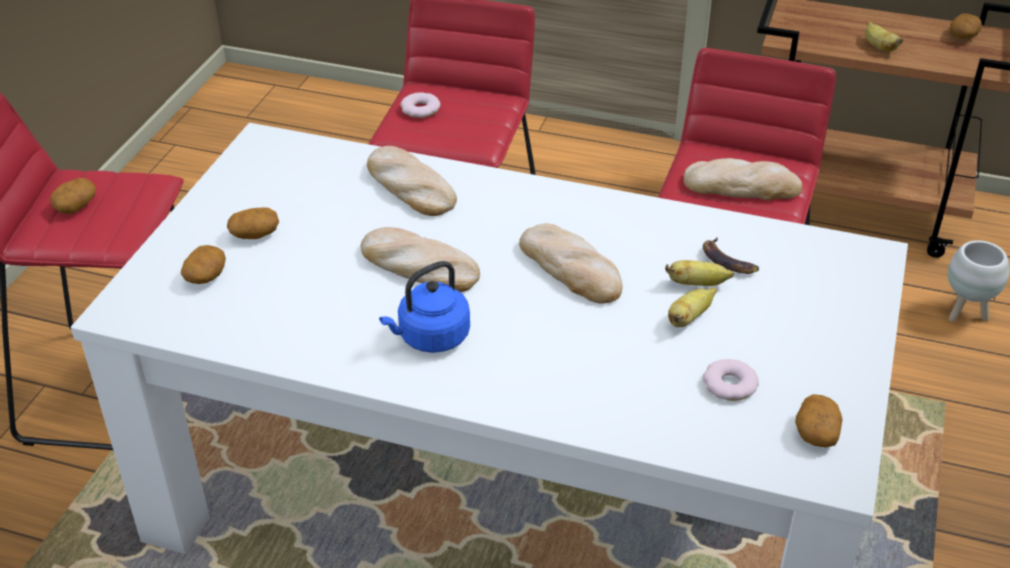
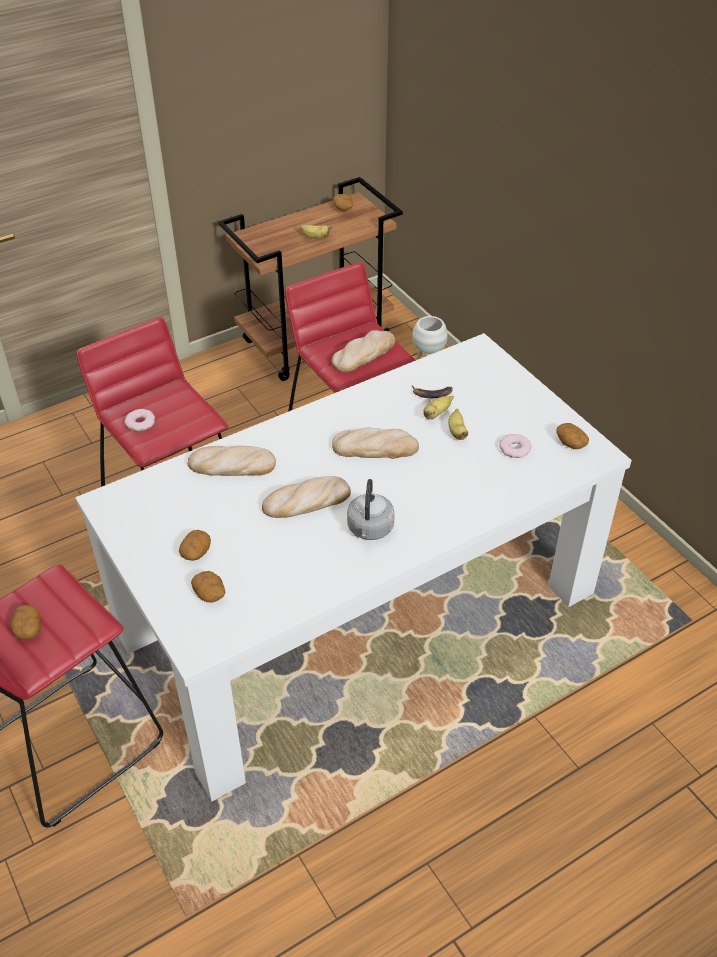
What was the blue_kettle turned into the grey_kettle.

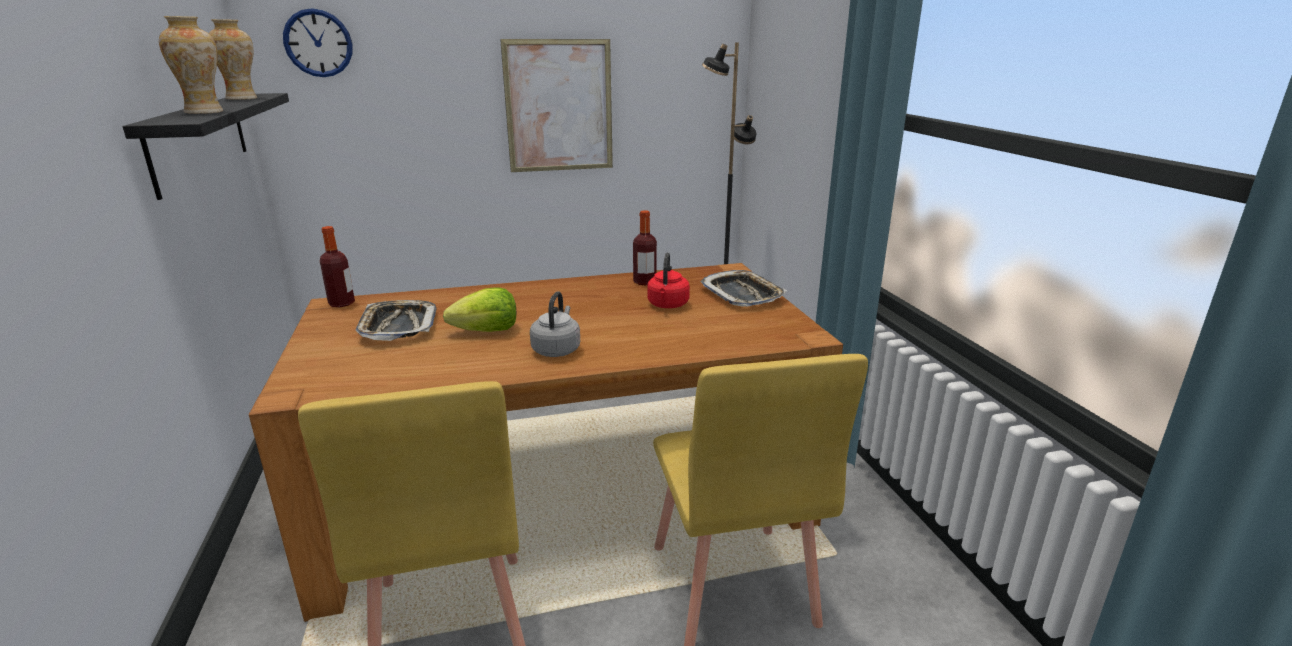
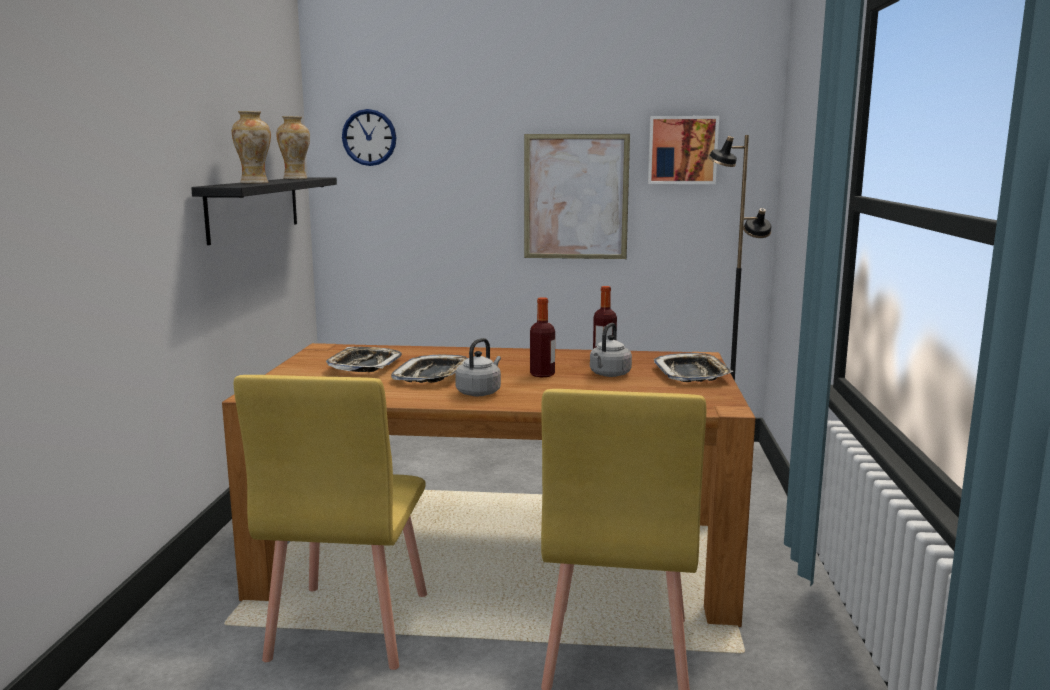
The second view gained the picture (2nd from left).
The bottle (1st from left) ended up elsewhere.
Where the lettuce stood, the tray (2nd from left) came to stand.
What was the red_kettle turned into the grey_kettle (2nd from left).

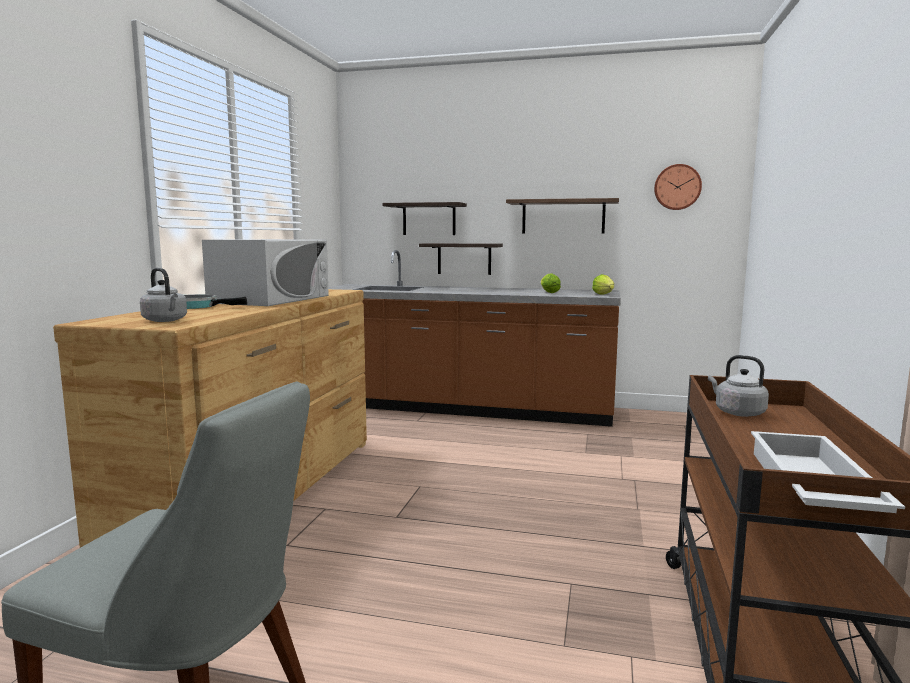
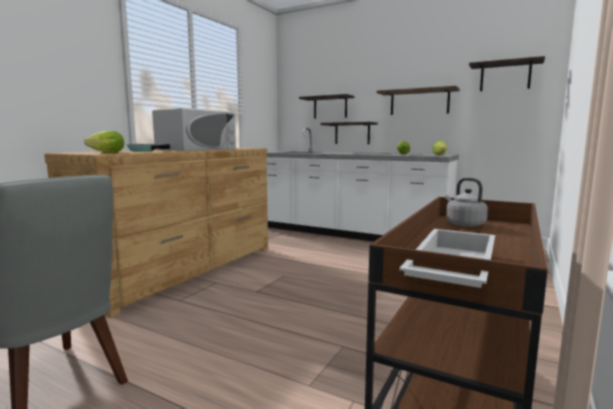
Where the grey_kettle (1st from left) stood, the lettuce (1st from left) came to stand.
Where the wall_clock hung, the shelf (4th from left) came to hang.
What was the brown_counter turned into the white_counter.

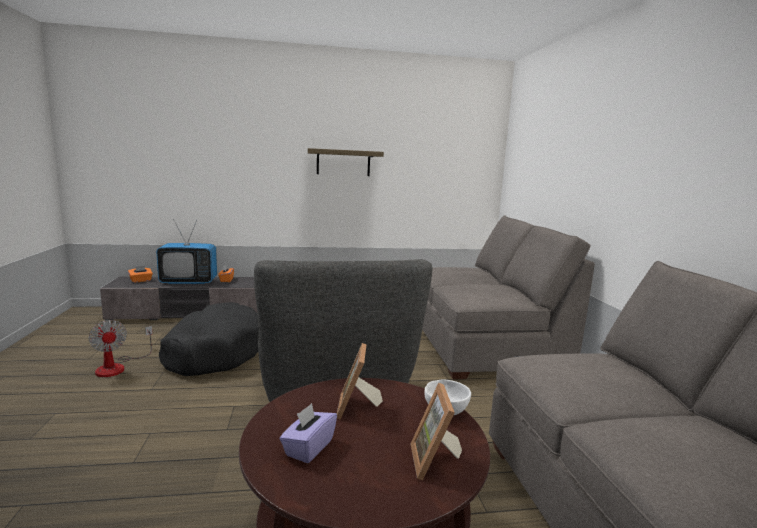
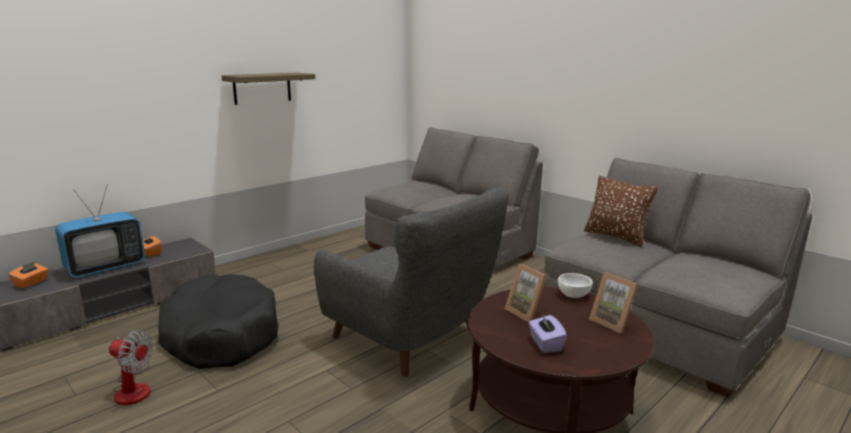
The second view gained the brown_pillow.

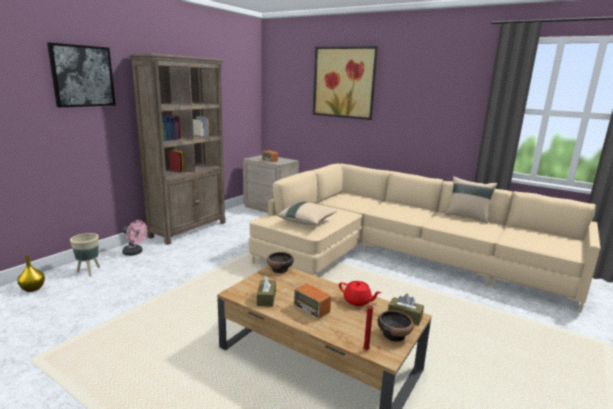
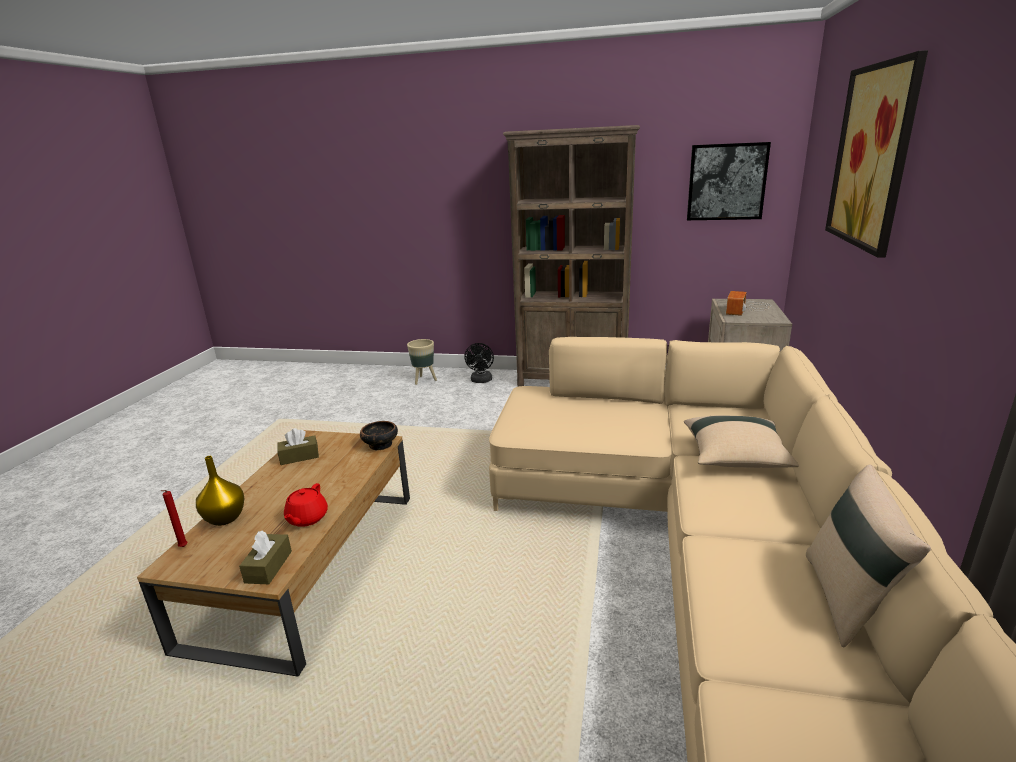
The second view lost the radio (2nd from left).
The second view lost the bowl (2nd from left).
The yellow_vase ended up elsewhere.
The picture (1st from left) ended up elsewhere.
The beige_pillow (1st from left) ended up elsewhere.
What was the pink_fan turned into the black_fan.

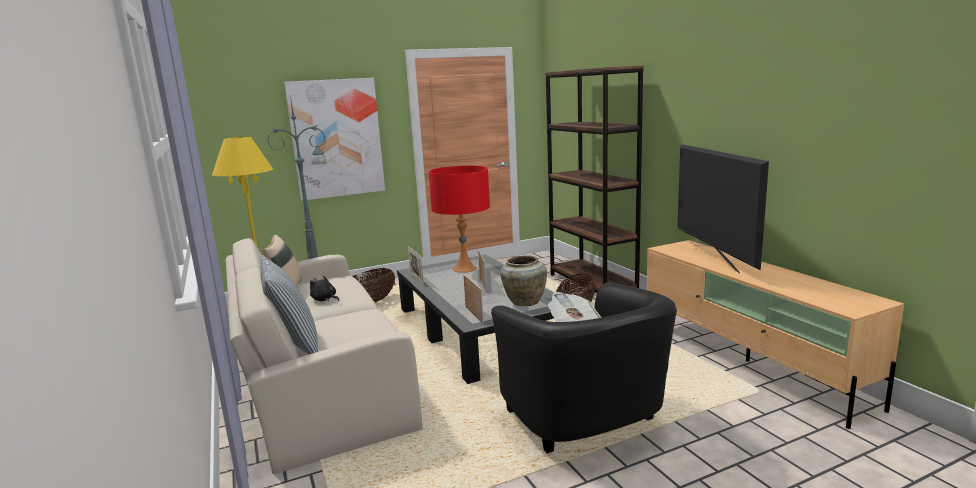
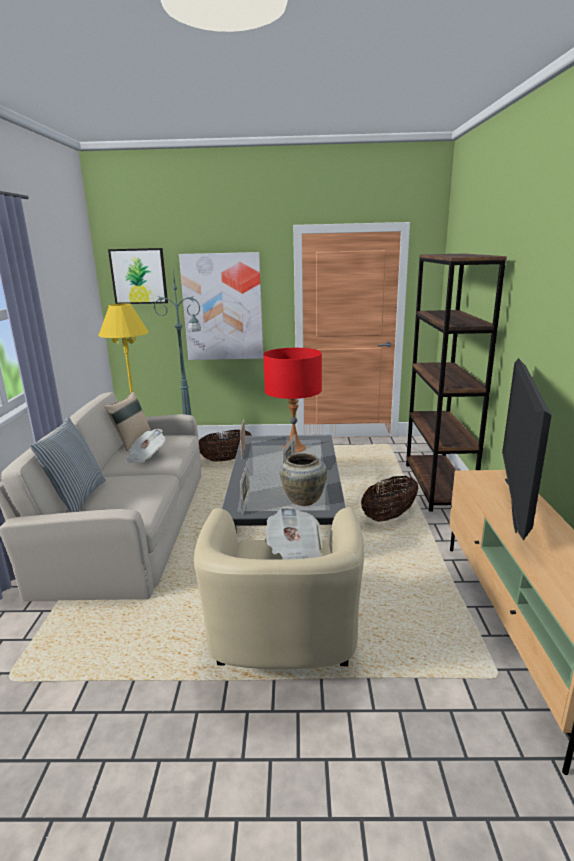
The second view gained the picture (1st from left).
Where the black_plush_toy stood, the newspaper (1st from left) came to stand.
What was the black_armchair turned into the beige_armchair.

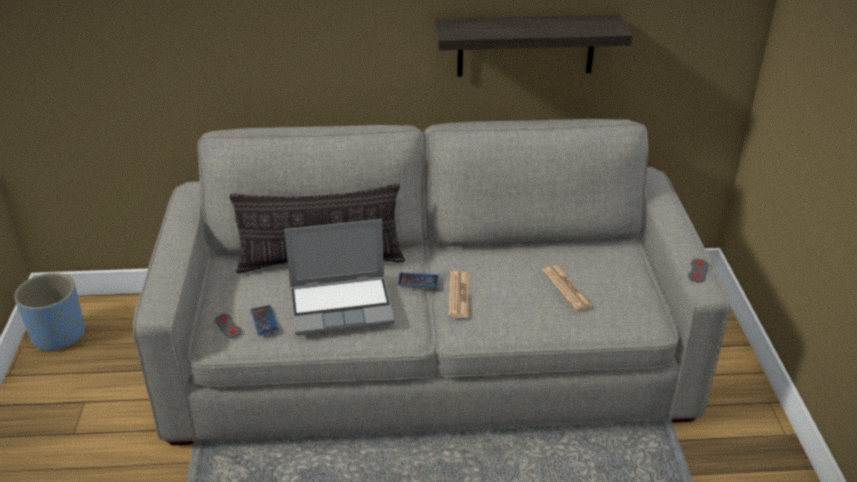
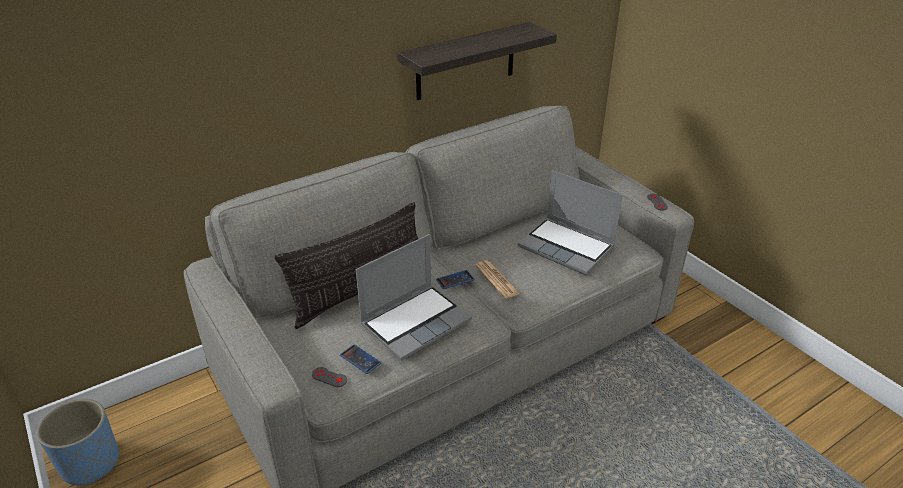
Where the newspaper (2nd from left) stood, the laptop (2nd from left) came to stand.

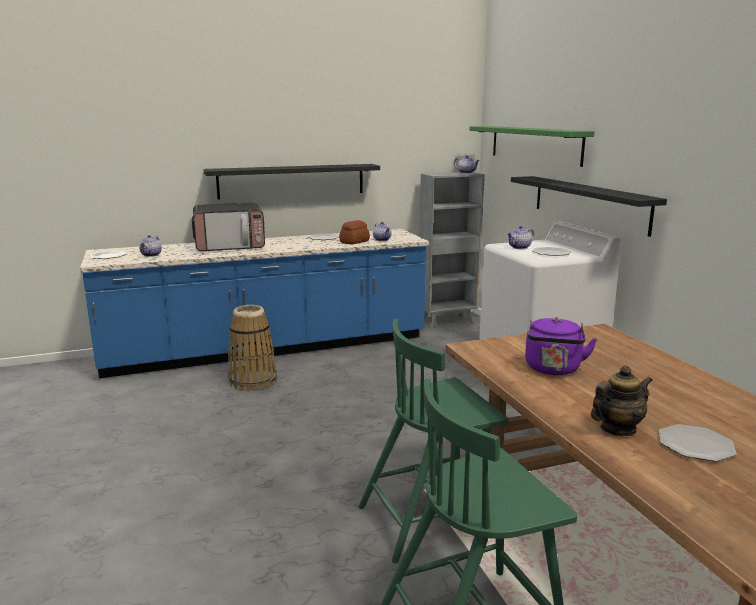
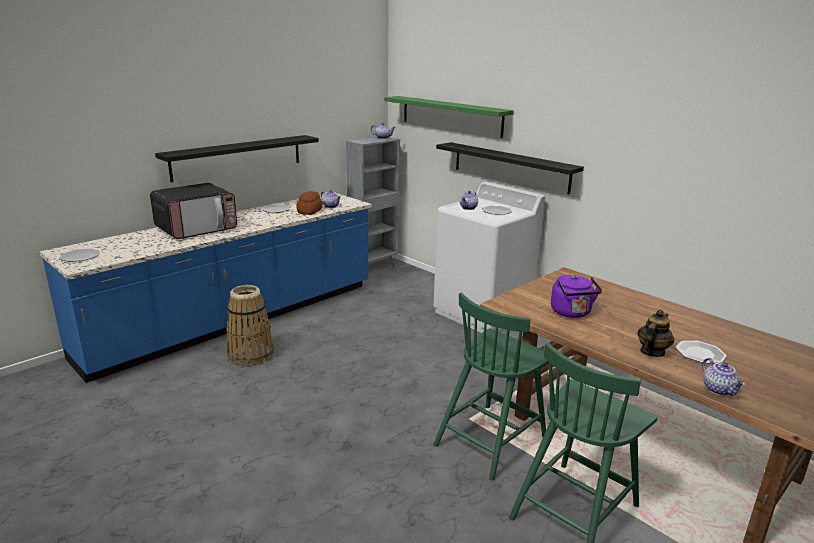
The teapot (1st from left in the first image) ended up elsewhere.

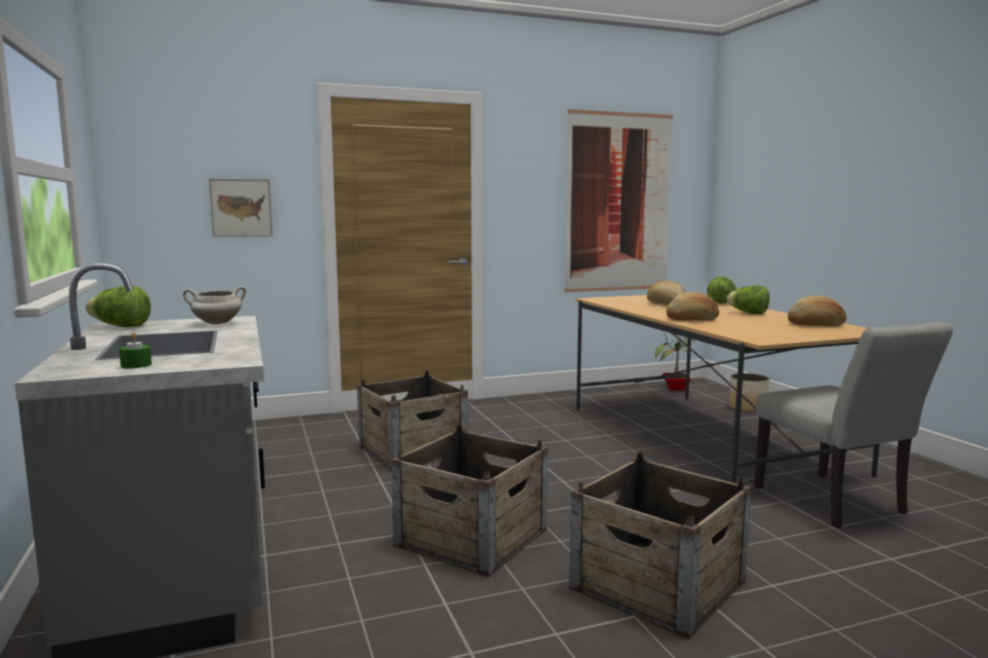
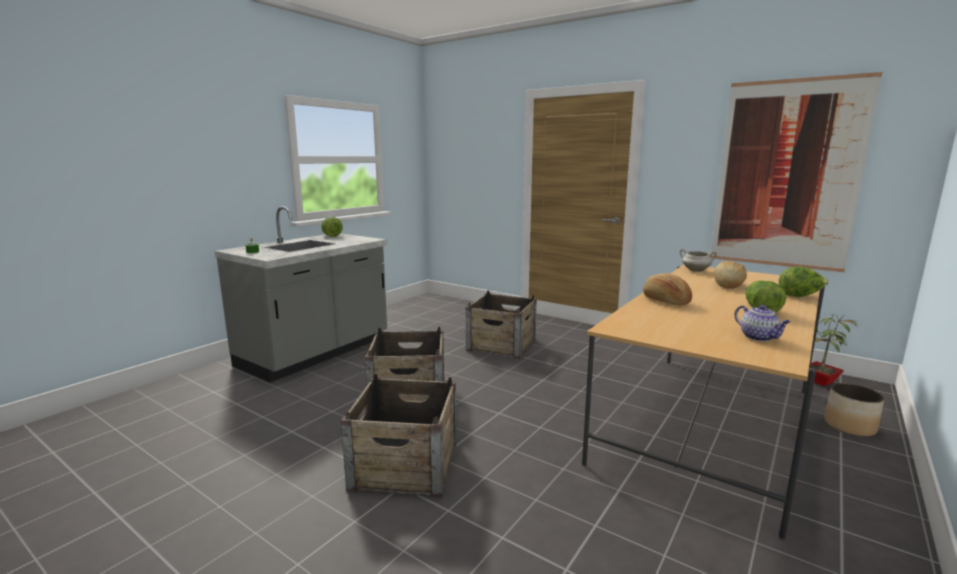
The second view lost the picture (1st from left).
The second view lost the grey_chair.
The white_cooking_pot ended up elsewhere.
Where the bread (3rd from left) stood, the teapot came to stand.

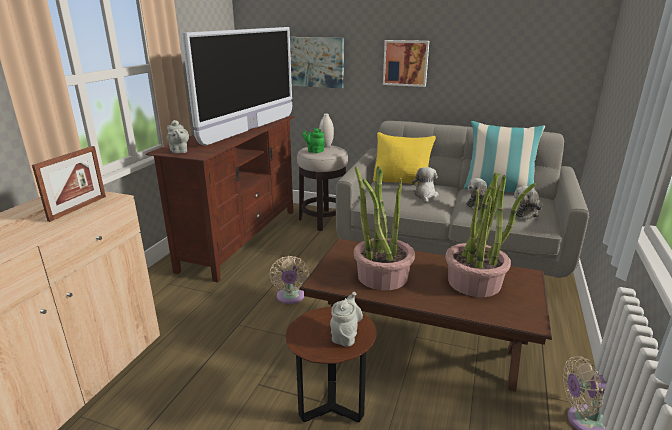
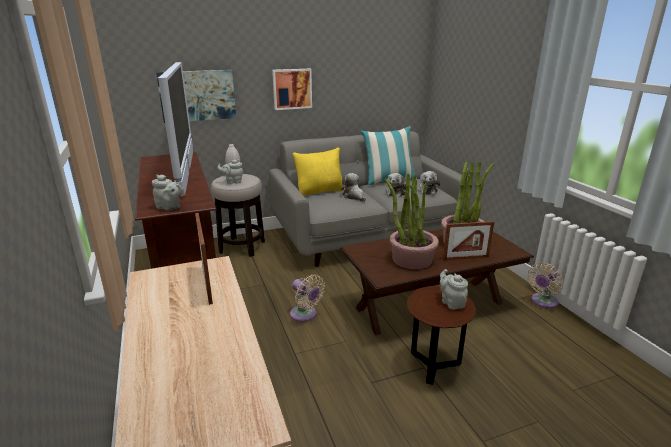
The second view gained the picture_frame (2nd from left).
What was the green_teapot turned into the grey_teapot (2nd from left).

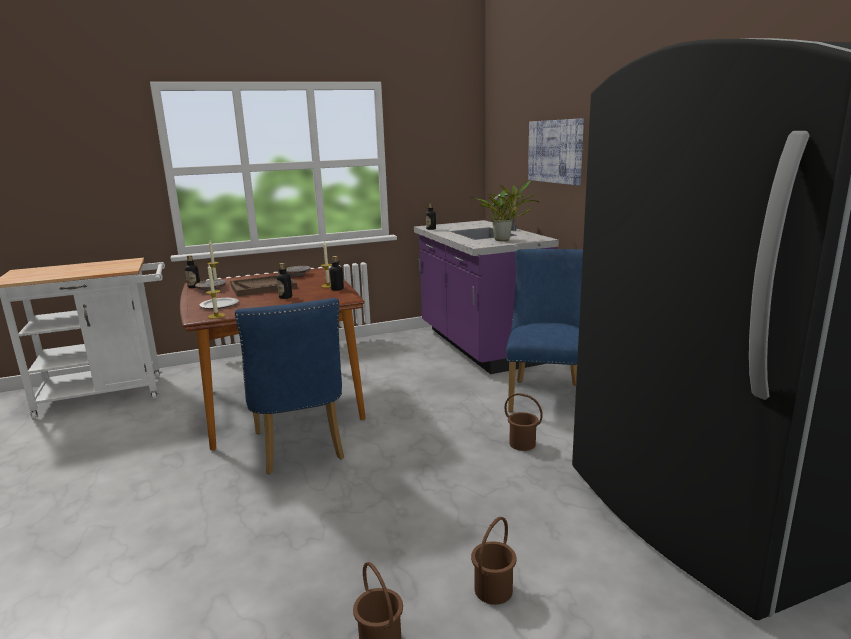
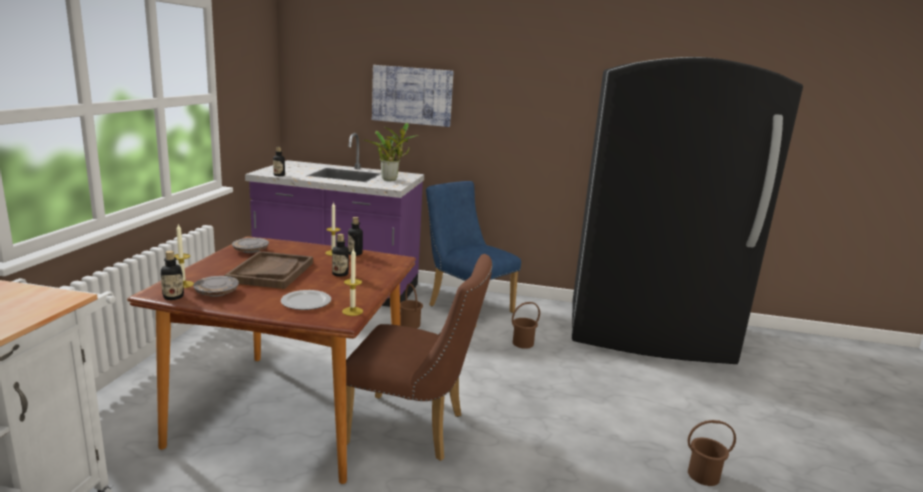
The brown_bucket (2nd from left in the first image) ended up elsewhere.
What was the blue_chair (1st from left) turned into the brown_chair.

